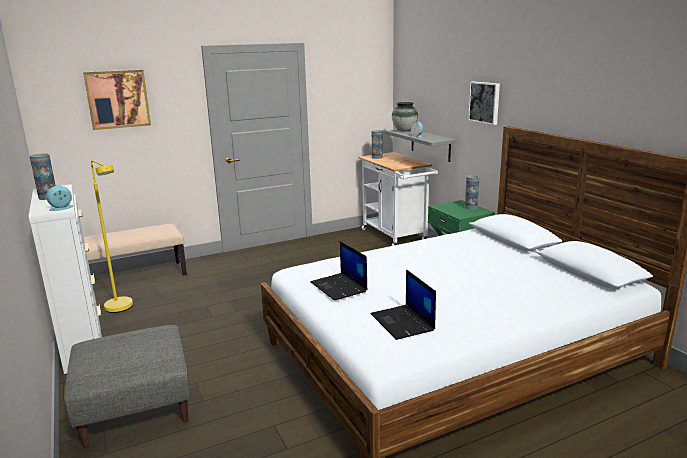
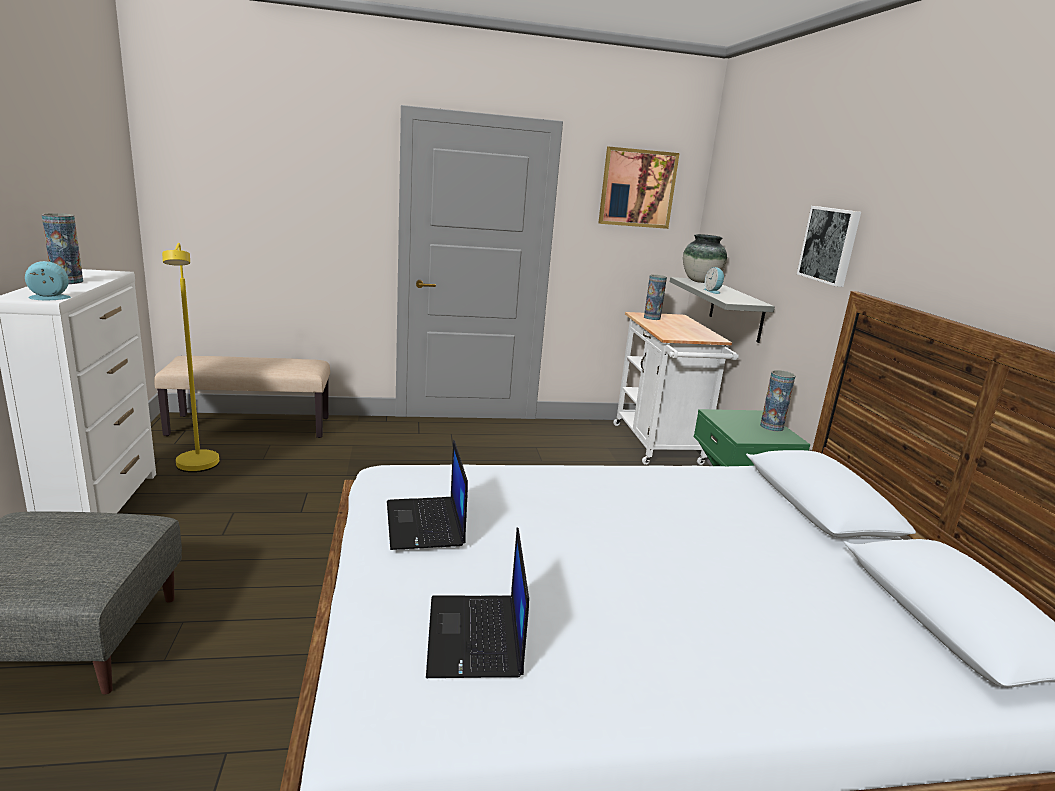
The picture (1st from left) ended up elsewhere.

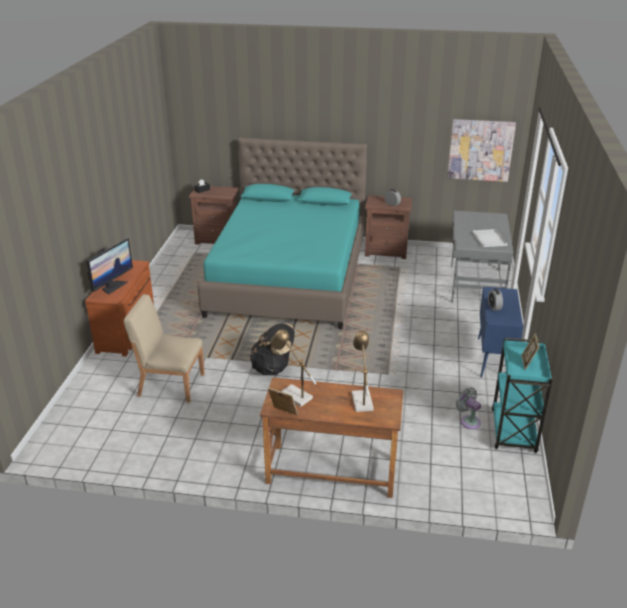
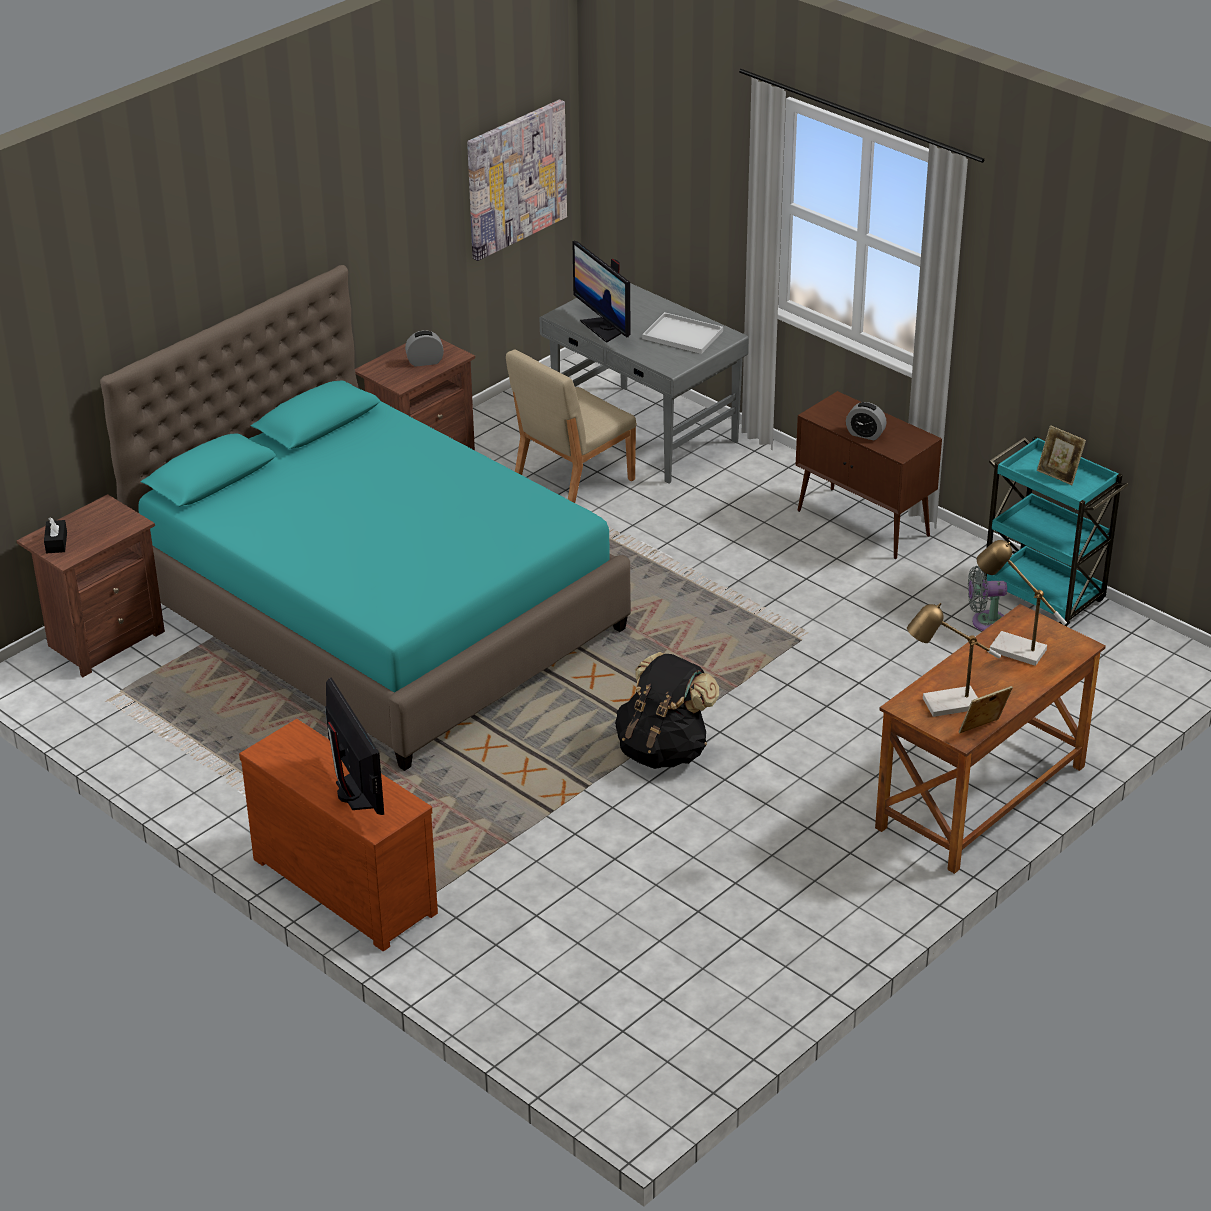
The second view gained the monitor (2nd from left).
The beige_chair ended up elsewhere.
What was the blue_cabinet turned into the brown_cabinet.

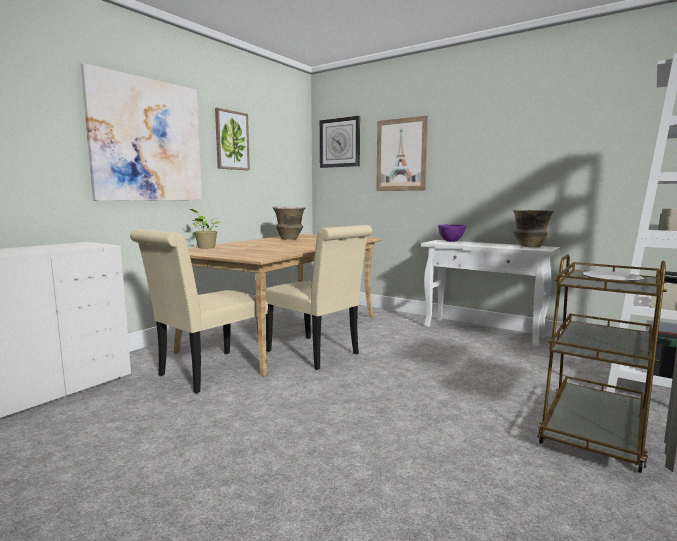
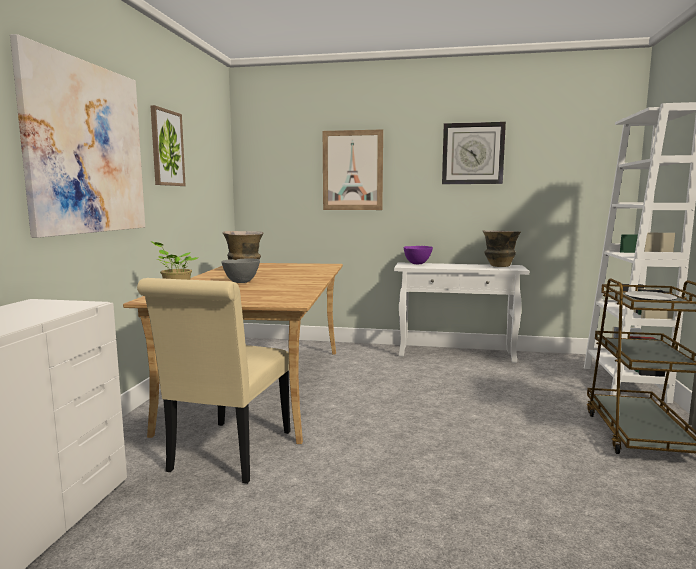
The second view lost the beige_chair (2nd from left).
The second view gained the grey_bowl.
The wall_clock ended up elsewhere.

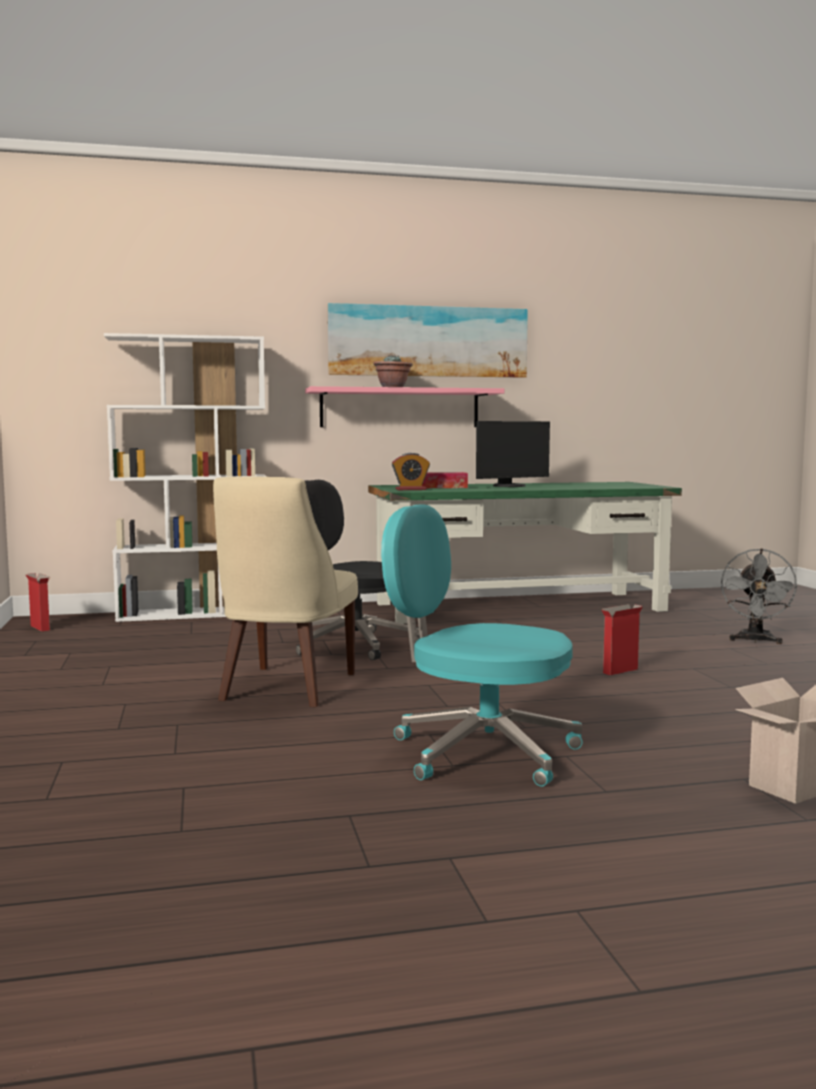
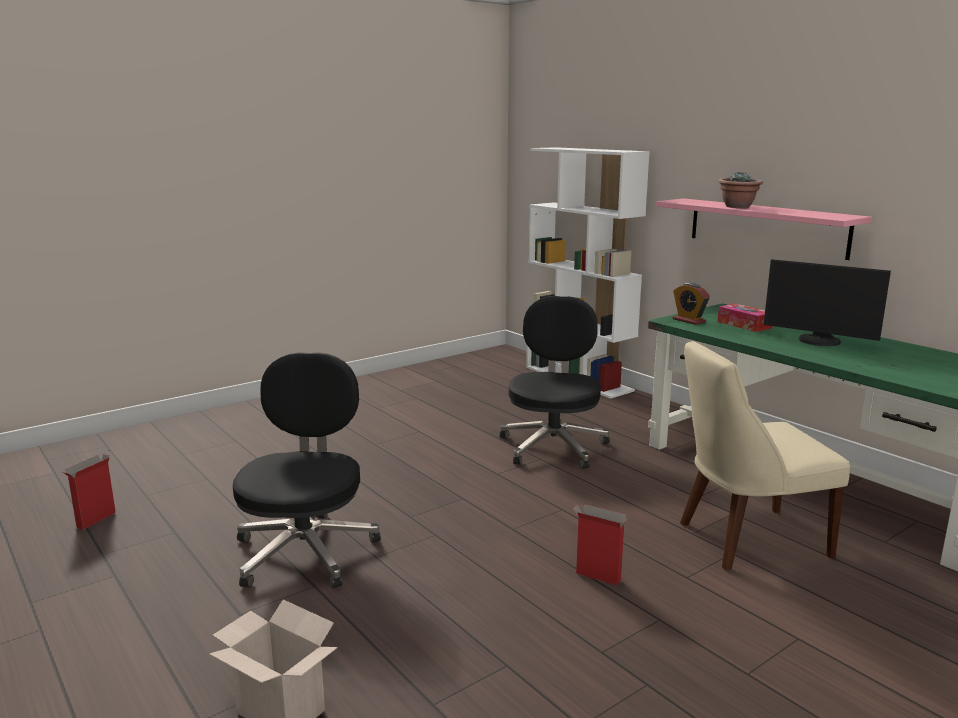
The second view lost the picture.
The second view lost the grey_fan.
The cardboard_box (1st from left) ended up elsewhere.
The beige_chair ended up elsewhere.
What was the turquoise_office_chair turned into the black_office_chair (1st from left).

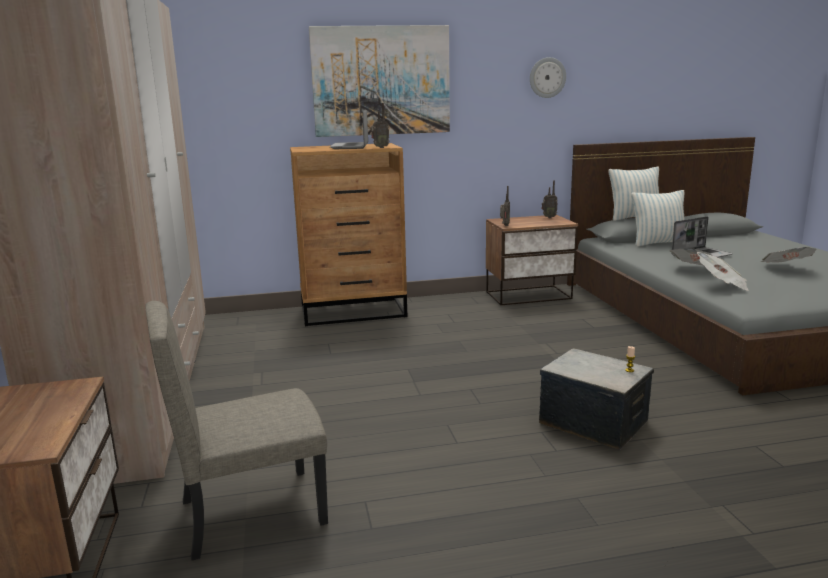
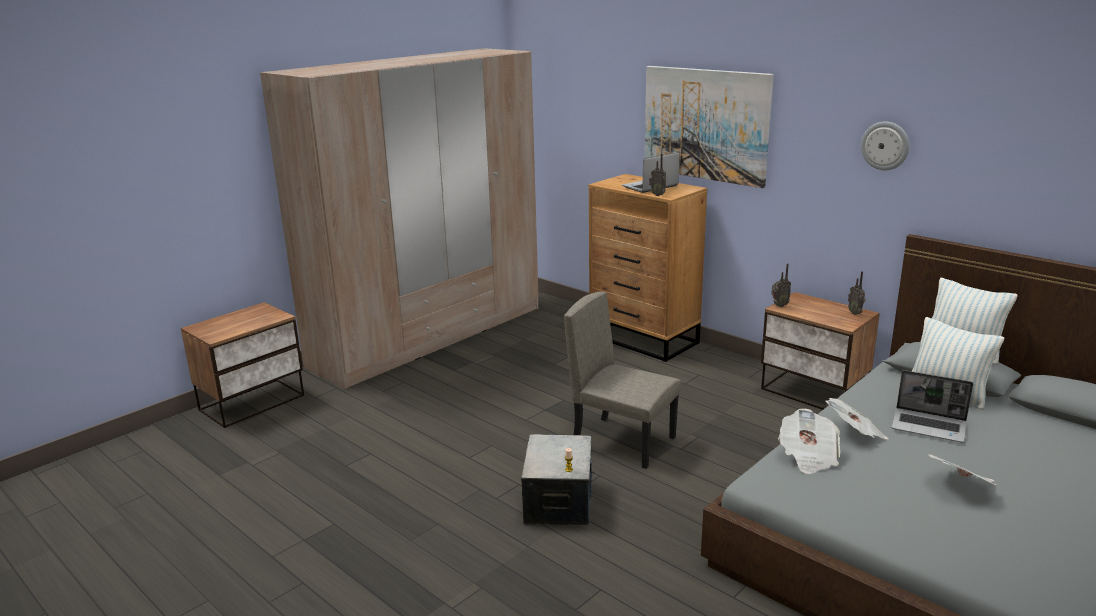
The beige_chair ended up elsewhere.

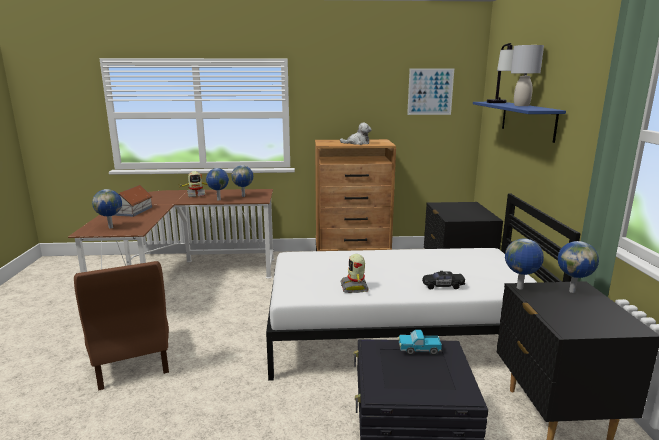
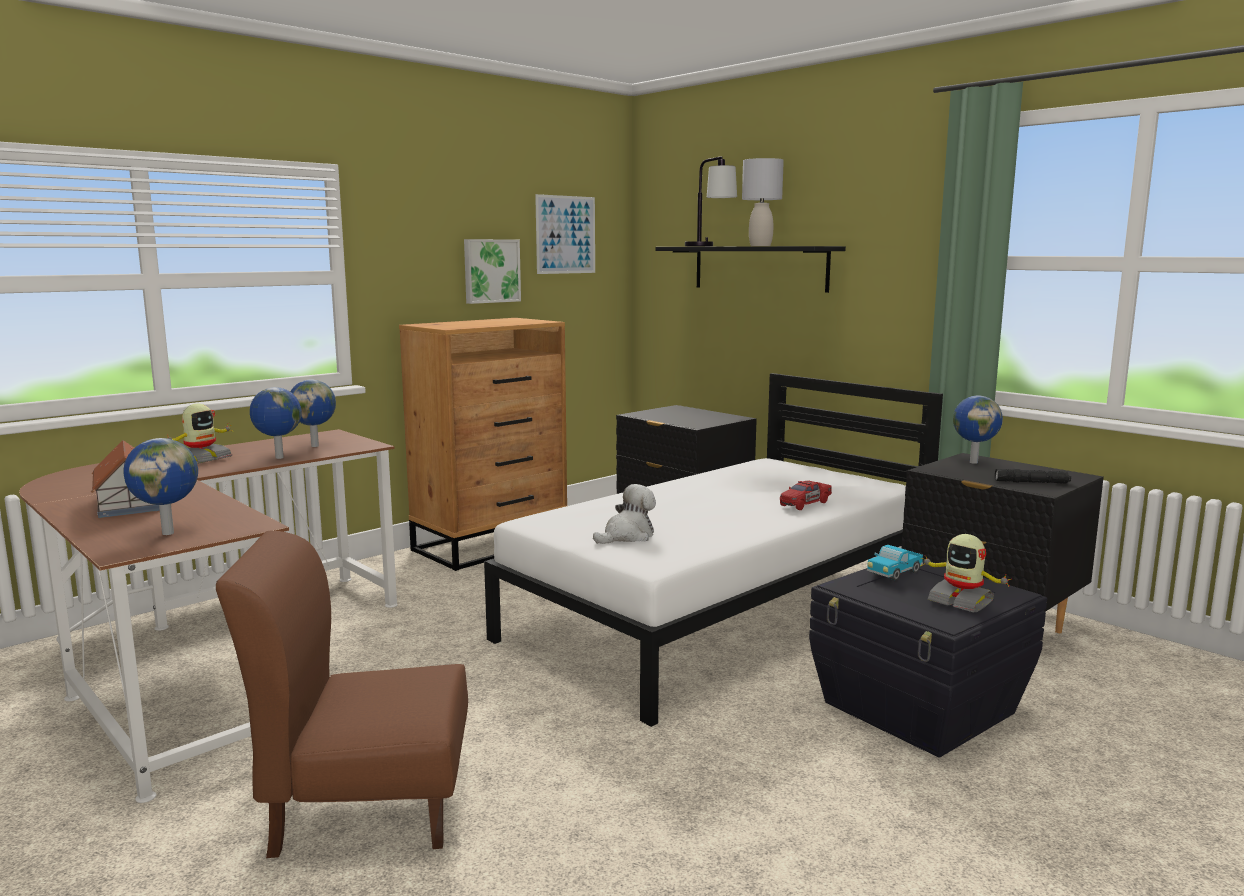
The second view lost the globe (4th from left).
The second view gained the picture (1st from left).
The second view gained the black_flashlight.
The plush_toy ended up elsewhere.
The toy_robot (2nd from left) ended up elsewhere.
What was the black_toy_car turned into the red_toy_car.
What was the blue_shelf turned into the black_shelf.
The brown_chair ended up facing another way, 150 degrees clockwise from before.

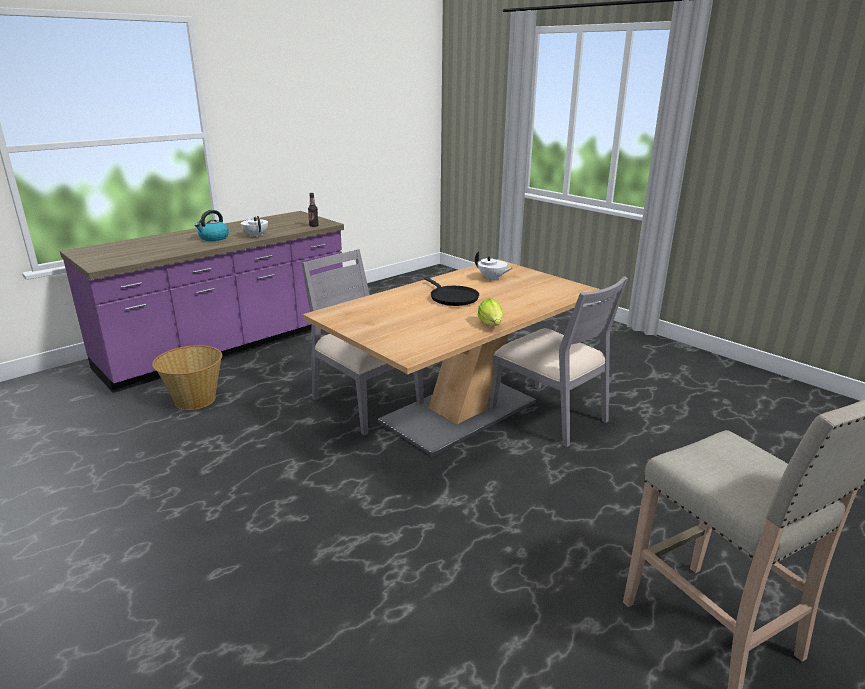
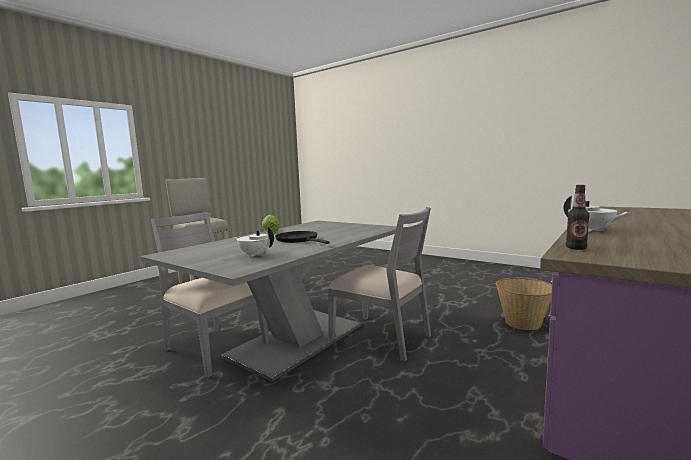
The second view lost the kettle.
What was the brown_dining_table turned into the grey_dining_table.

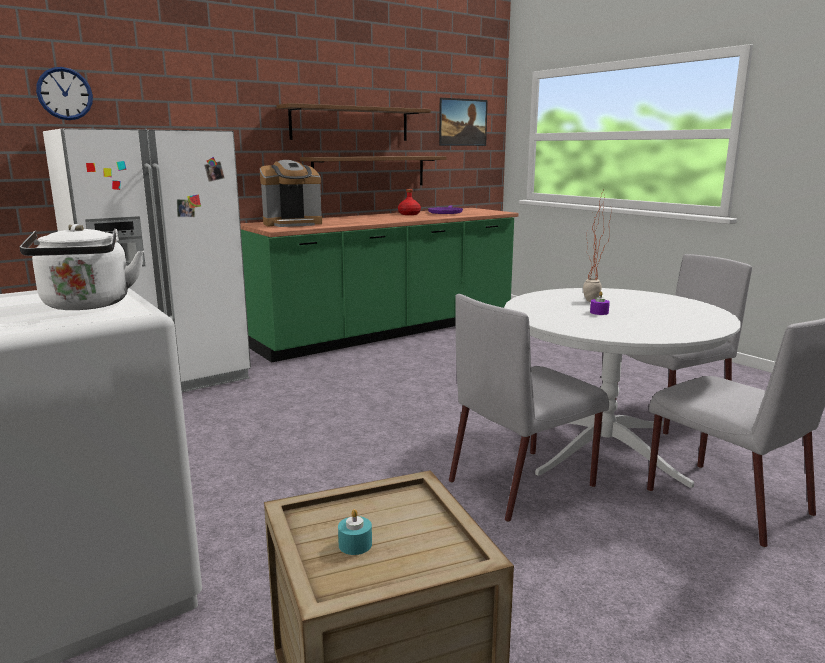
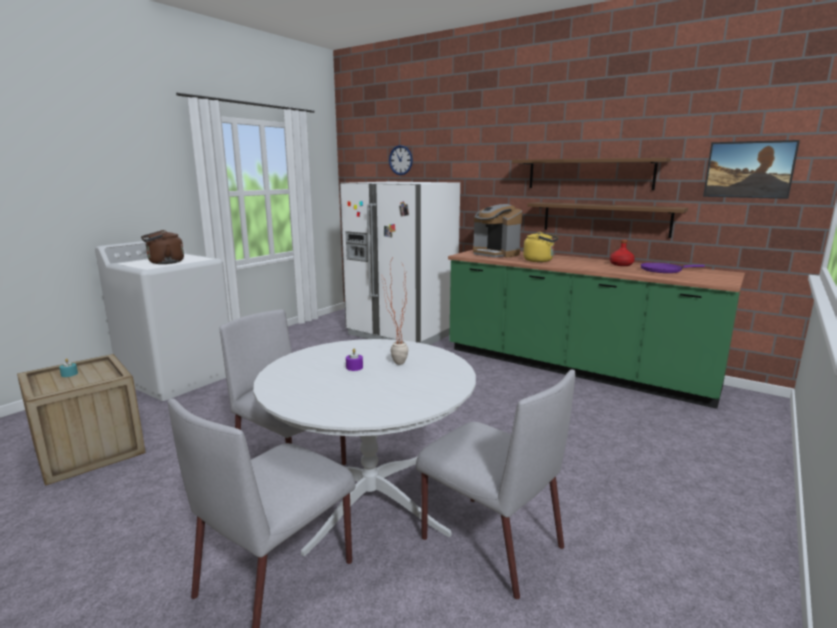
The second view gained the yellow_kettle.
What was the white_kettle turned into the brown_kettle.

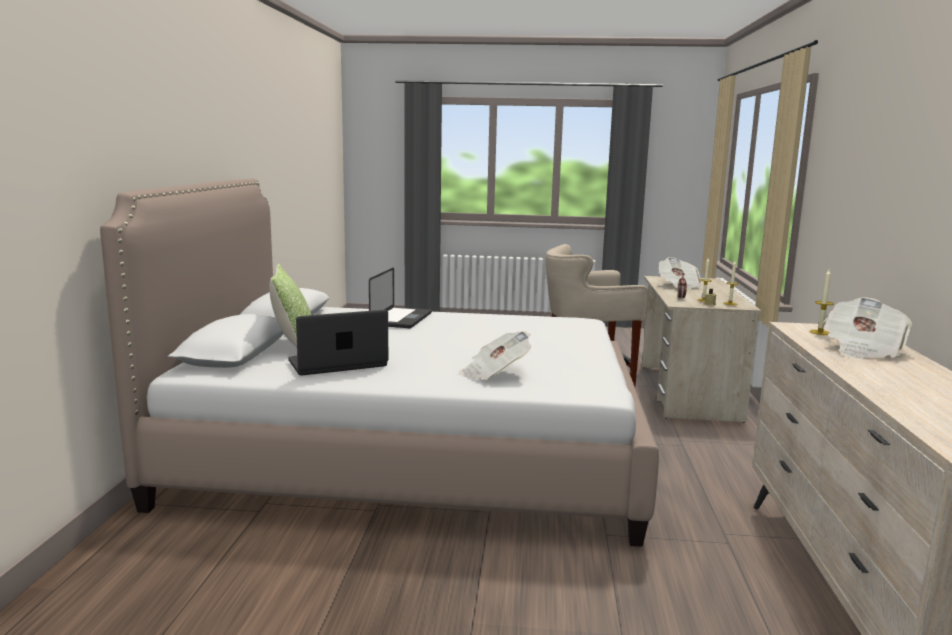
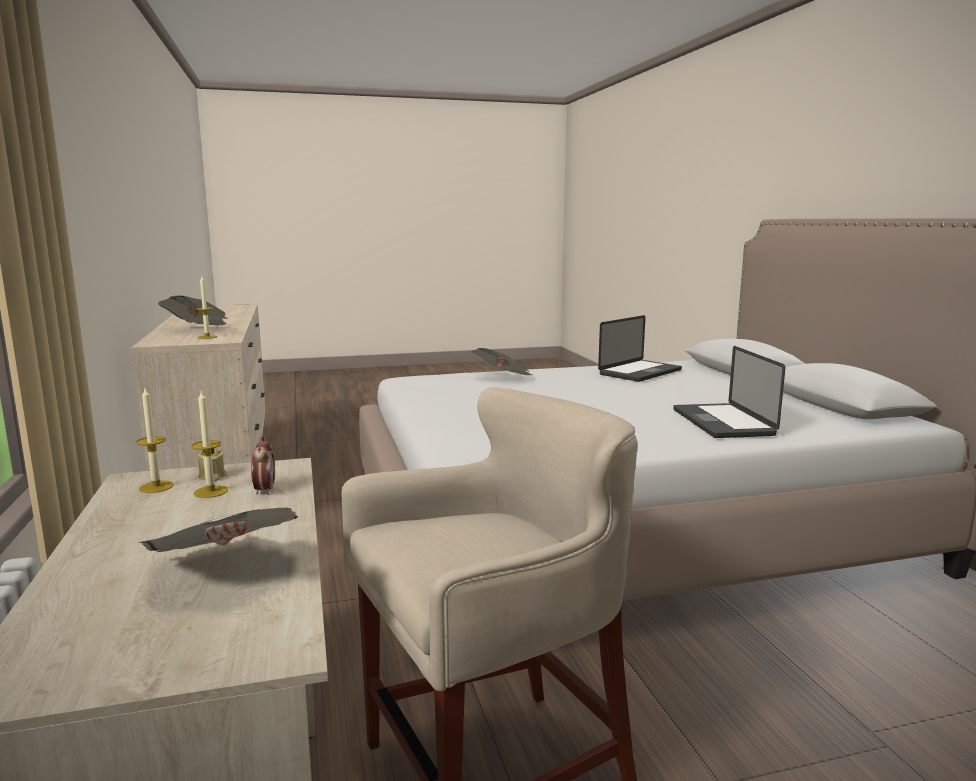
The second view lost the pillow.

